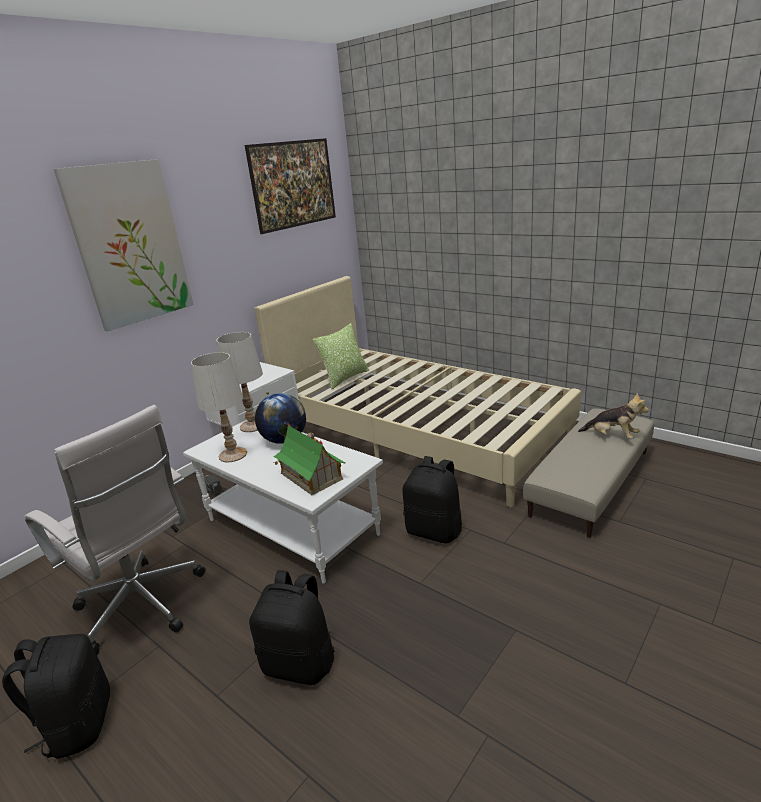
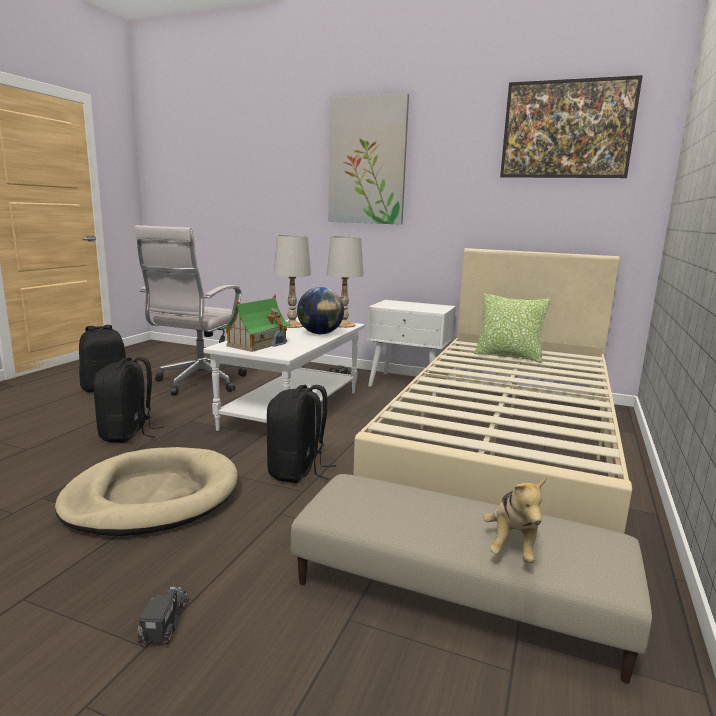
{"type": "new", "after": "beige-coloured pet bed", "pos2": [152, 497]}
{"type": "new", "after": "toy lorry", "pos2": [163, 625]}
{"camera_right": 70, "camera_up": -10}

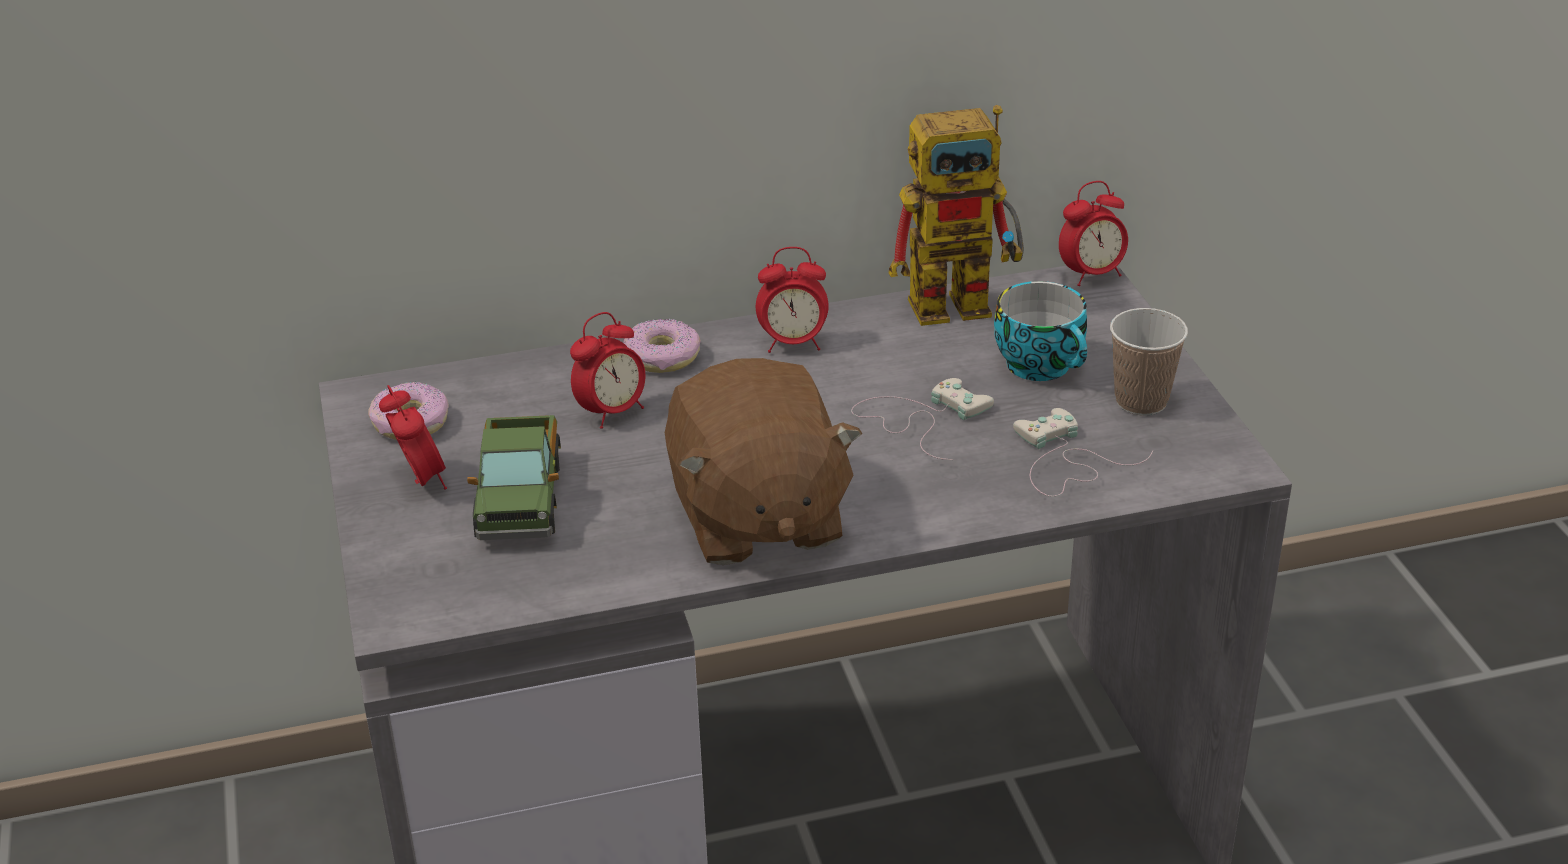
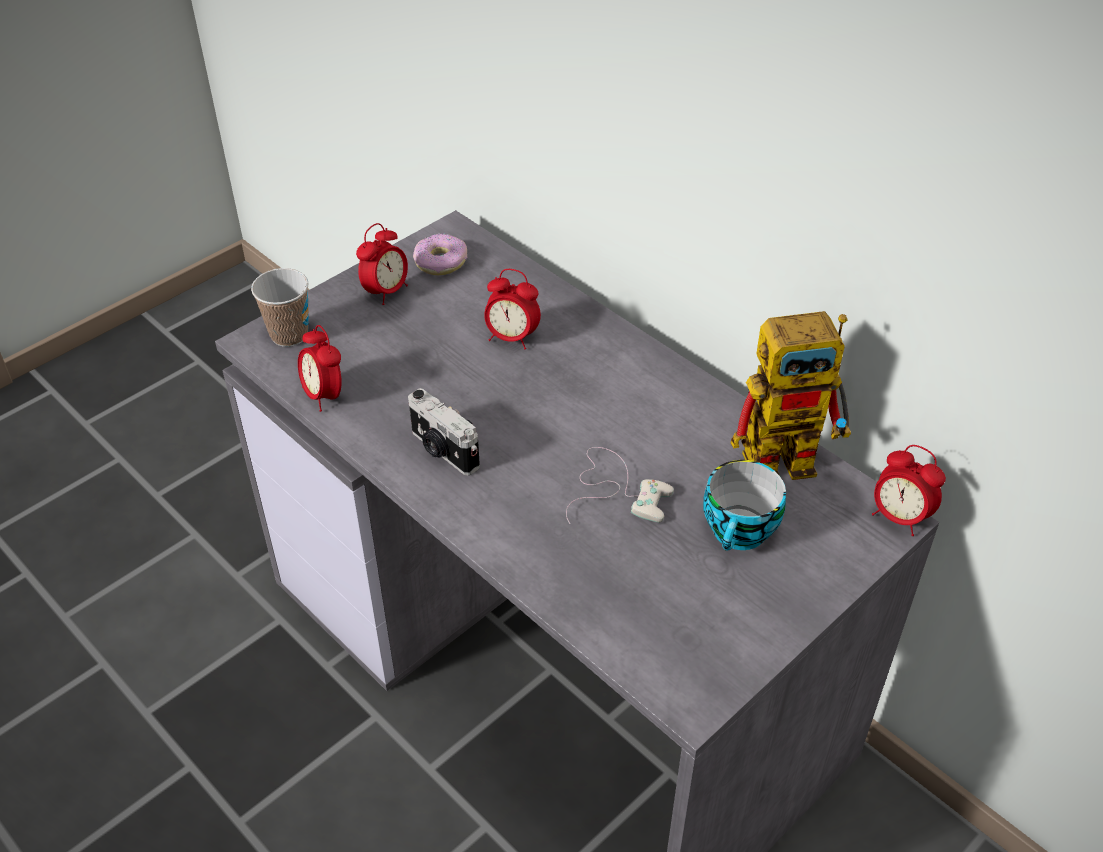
{"type": "gone", "before": "toy lorry", "pos1": [520, 500]}
{"type": "gone", "before": "ring doughnut", "pos1": [662, 357]}
{"type": "gone", "before": "white-coloured gamepad", "pos1": [1065, 461]}
{"type": "shifted", "before": "alarm clock", "pos1": [793, 343], "pos2": [324, 395]}
{"type": "shifted", "before": "small cup", "pos1": [1141, 401], "pos2": [289, 335]}
{"type": "swapped", "before": "brown-coloured soft toy", "after": "photo camera", "pos1": [756, 518], "pos2": [443, 451]}
{"type": "rotated", "before": "toy robot", "pos1": [965, 301], "pos2": [792, 456], "turn": -60}
{"camera_right": 60, "camera_up": 10}

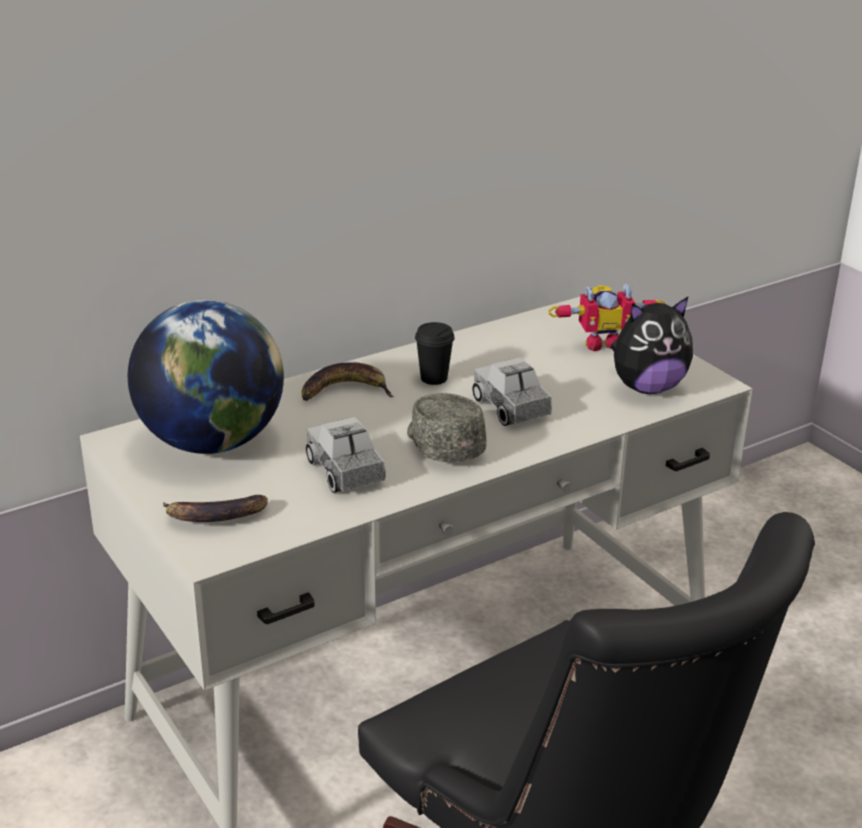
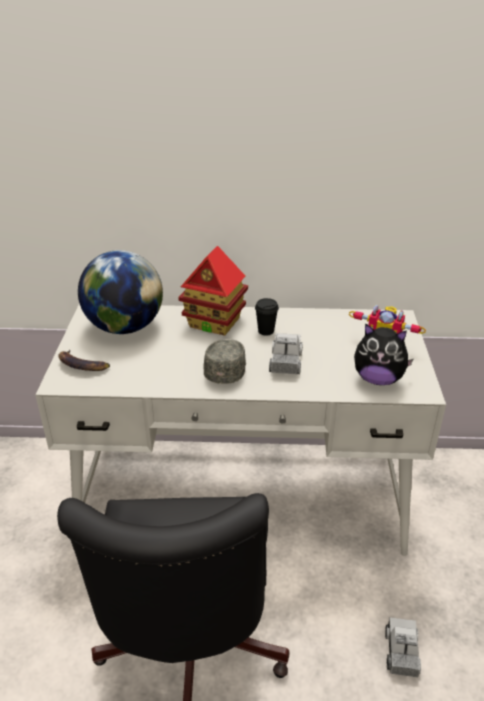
{"type": "shifted", "before": "toy lorry", "pos1": [346, 472], "pos2": [401, 653]}
{"type": "swapped", "before": "banana", "after": "toy house", "pos1": [345, 391], "pos2": [215, 322]}
{"camera_right": 35, "camera_up": 5}

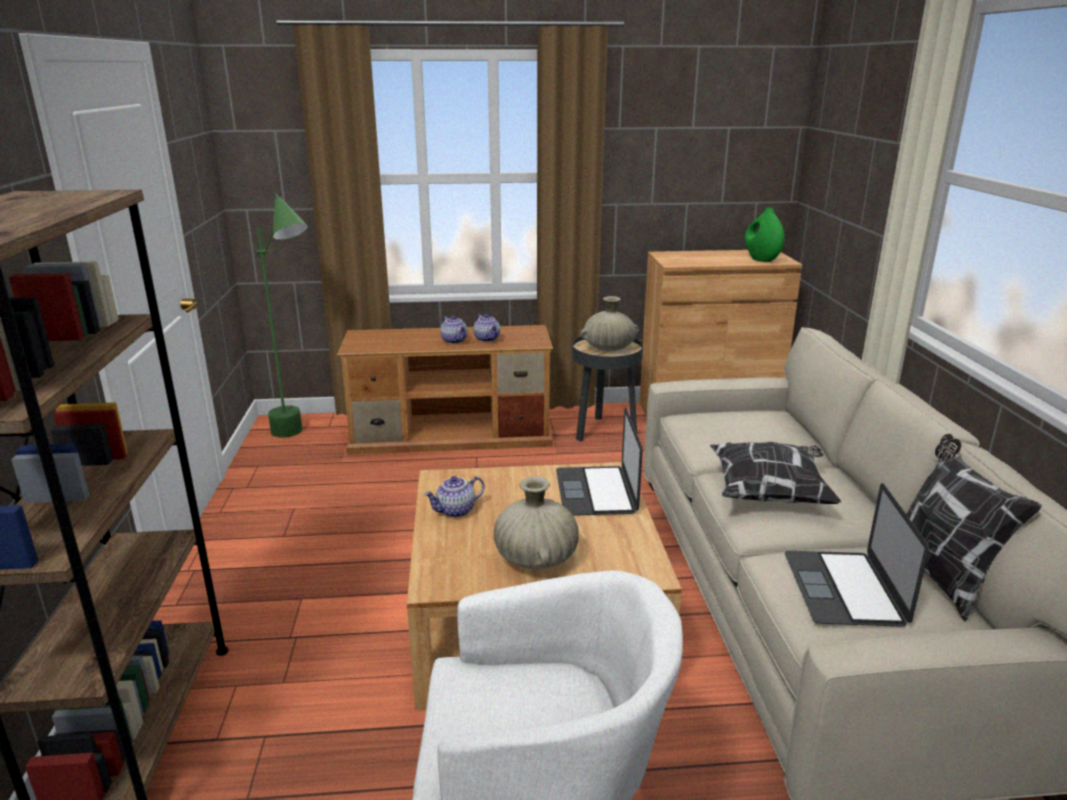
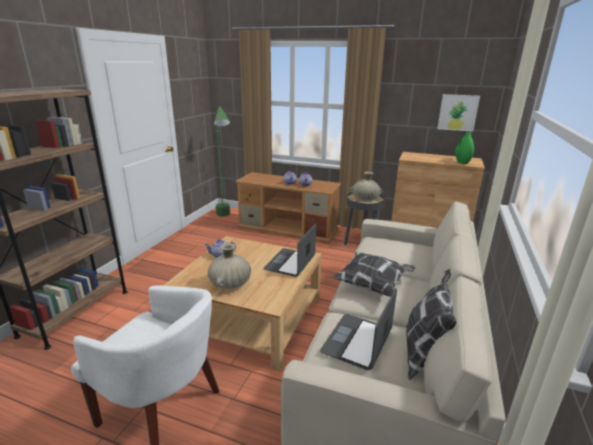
{"type": "new", "after": "wall picture", "pos2": [458, 112]}
{"camera_right": 25, "camera_up": 0}

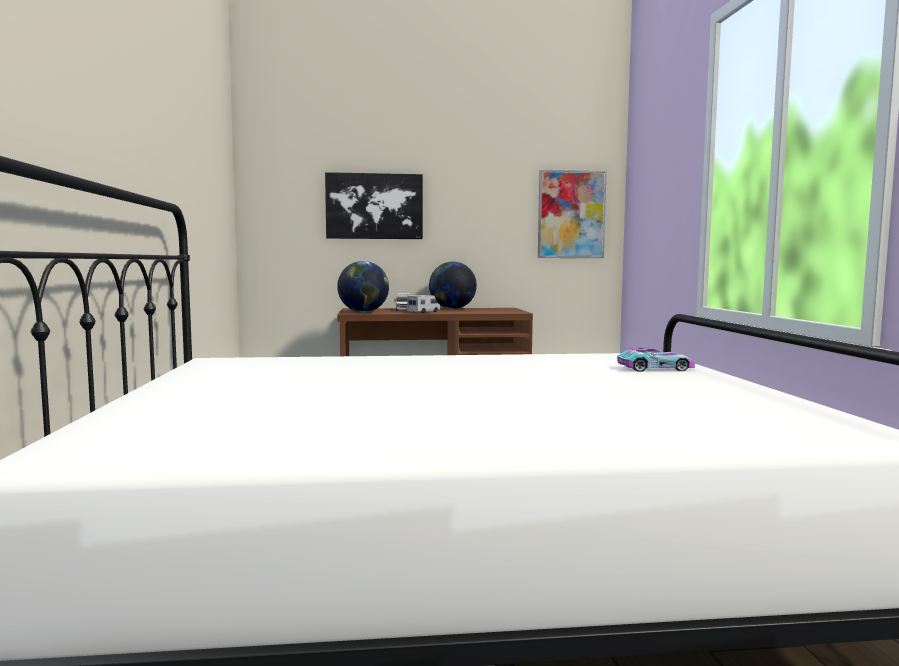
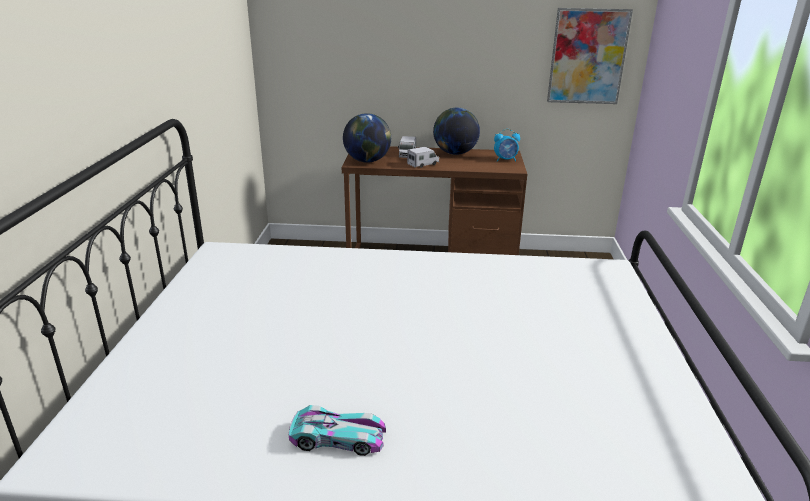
{"type": "gone", "before": "wall picture", "pos1": [374, 206]}
{"type": "new", "after": "alarm clock", "pos2": [505, 160]}
{"type": "shifted", "before": "toy car", "pos1": [655, 368], "pos2": [338, 438]}
{"camera_right": 10, "camera_up": 20}

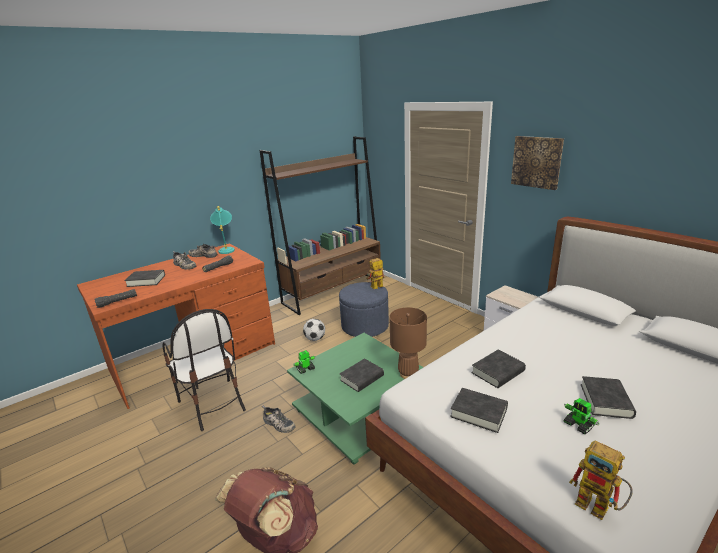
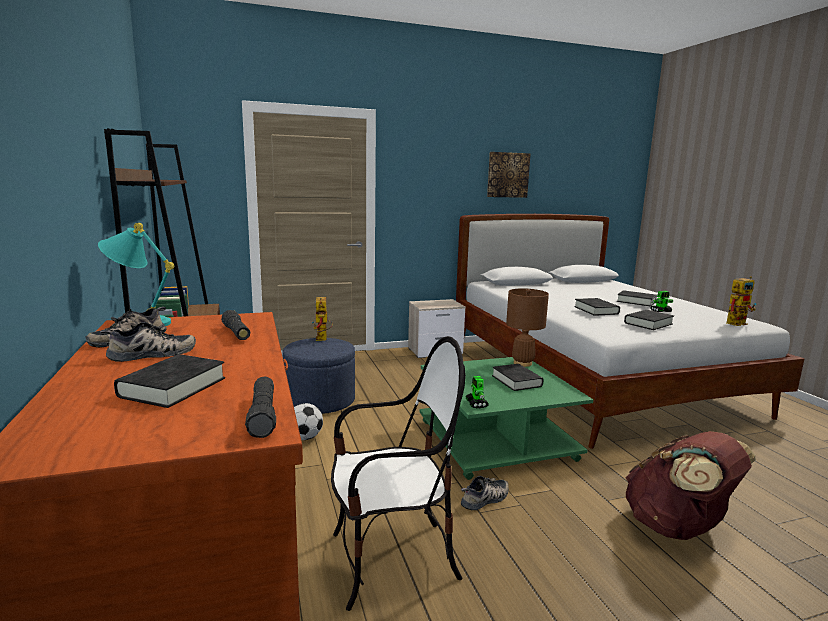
{"type": "shifted", "before": "wall picture", "pos1": [537, 162], "pos2": [507, 175]}
{"camera_right": -70, "camera_up": -10}

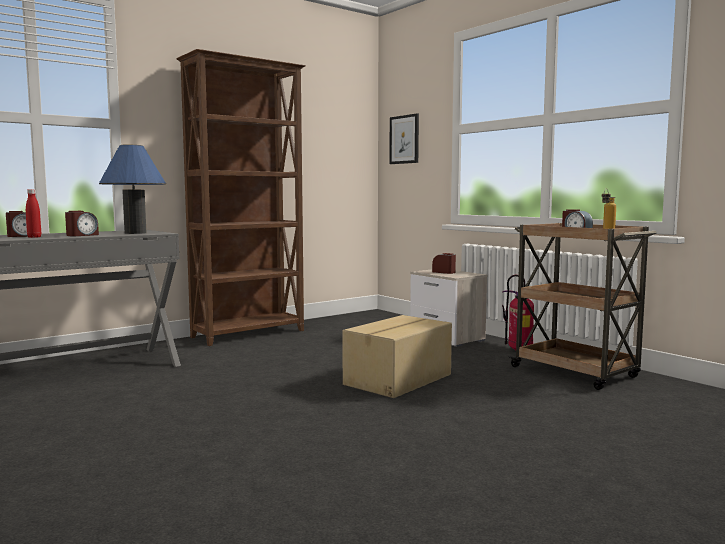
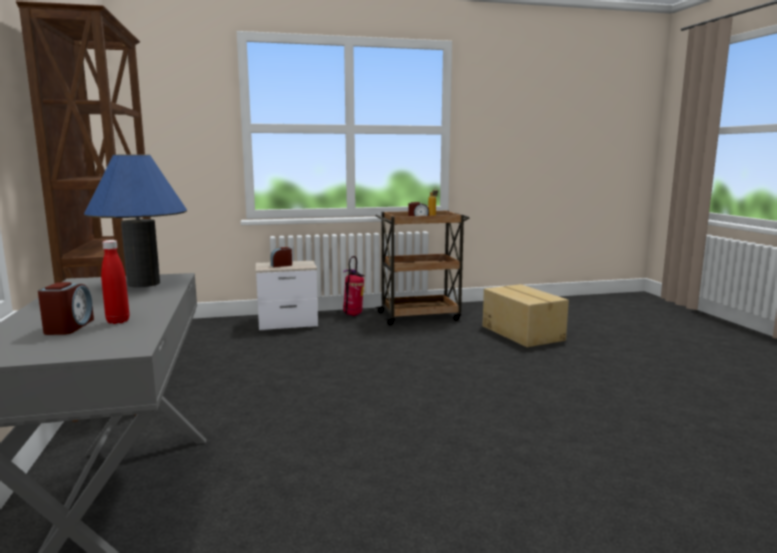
{"type": "gone", "before": "alarm clock", "pos1": [82, 235]}
{"type": "gone", "before": "wall picture", "pos1": [404, 139]}
{"type": "shifted", "before": "carton", "pos1": [399, 379], "pos2": [523, 333]}
{"camera_right": -65, "camera_up": 5}

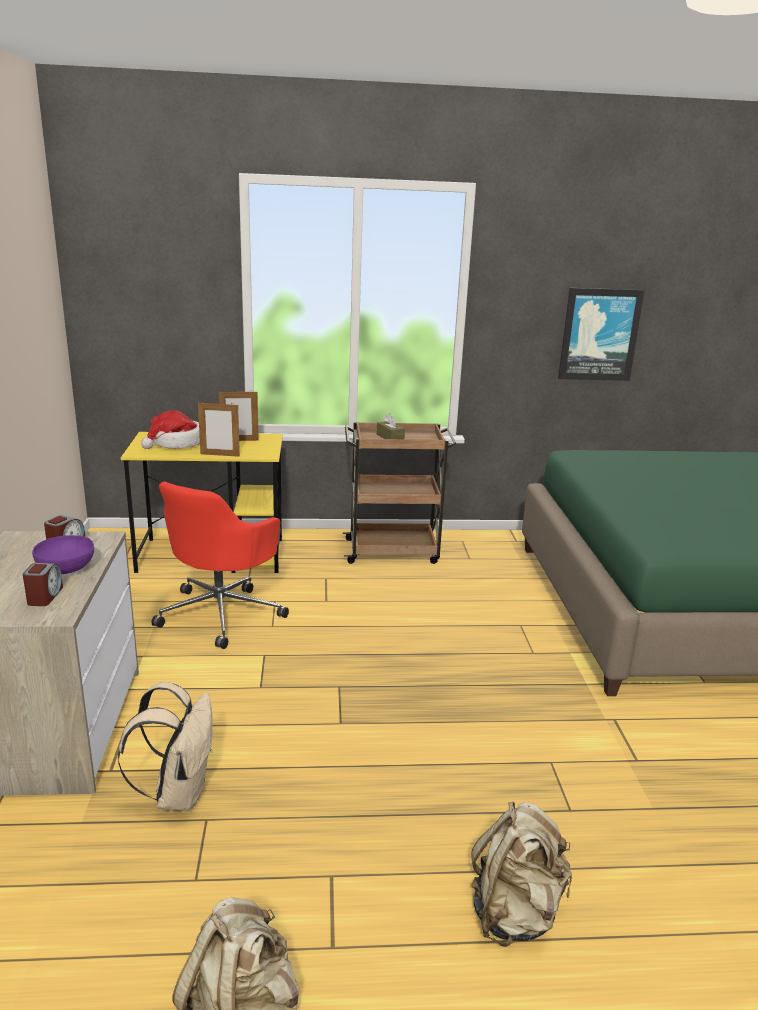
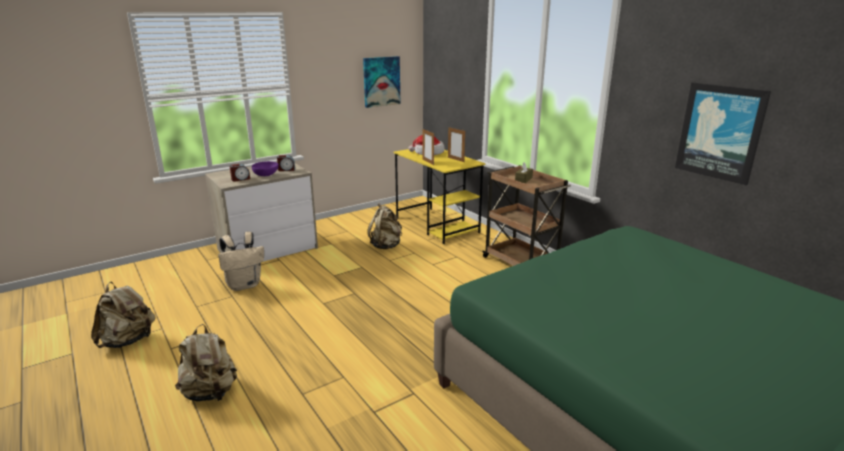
{"type": "new", "after": "wall picture", "pos2": [381, 81]}
{"type": "swapped", "before": "reddish office chair", "after": "beige-coloured backpack", "pos1": [222, 613], "pos2": [386, 246]}
{"camera_right": 60, "camera_up": 0}

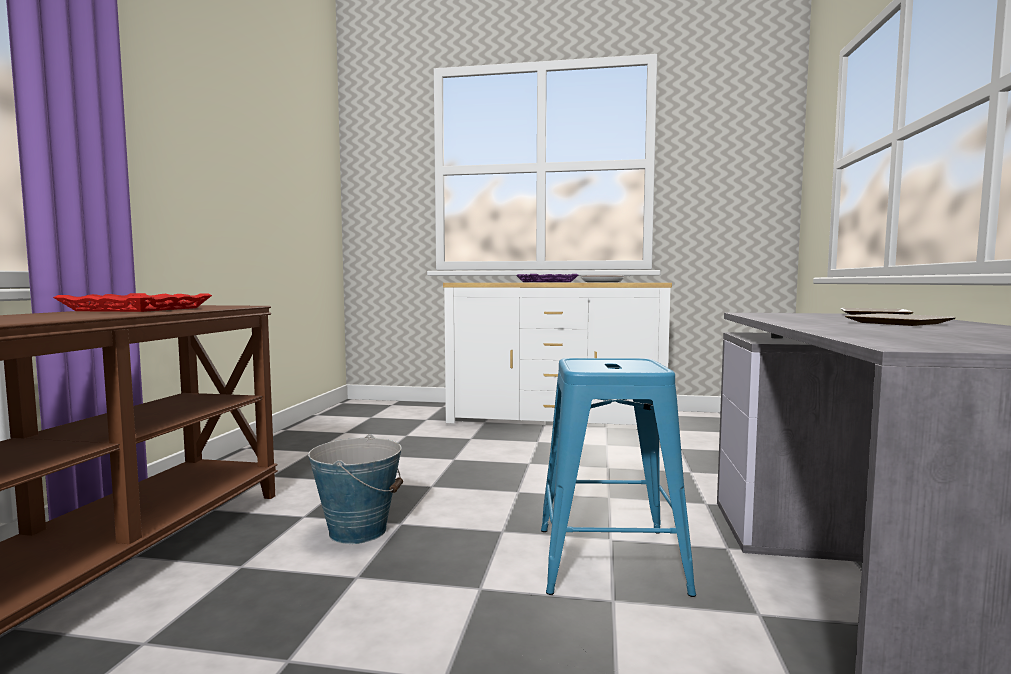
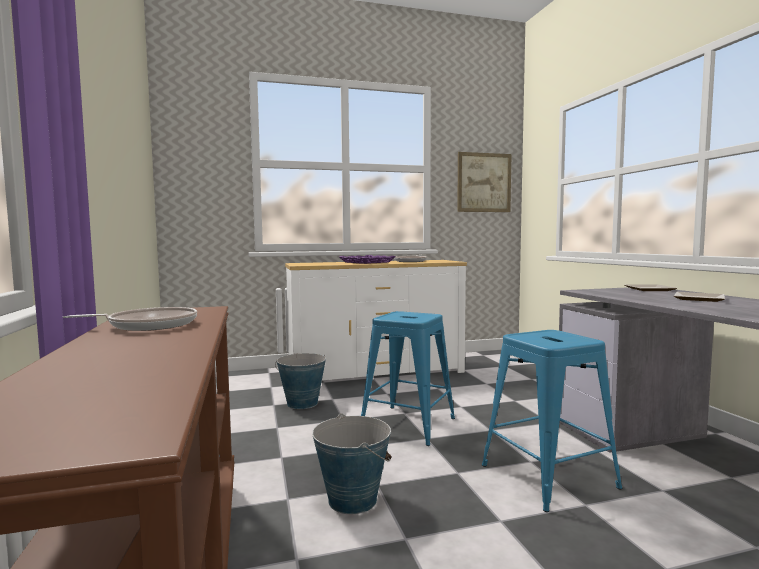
{"type": "new", "after": "pail", "pos2": [302, 403]}
{"type": "new", "after": "blue stool", "pos2": [407, 425]}
{"type": "new", "after": "wall picture", "pos2": [484, 182]}
{"type": "swapped", "before": "reddish serving tray", "after": "frying pan", "pos1": [138, 309], "pos2": [148, 325]}
{"camera_right": -25, "camera_up": 0}

